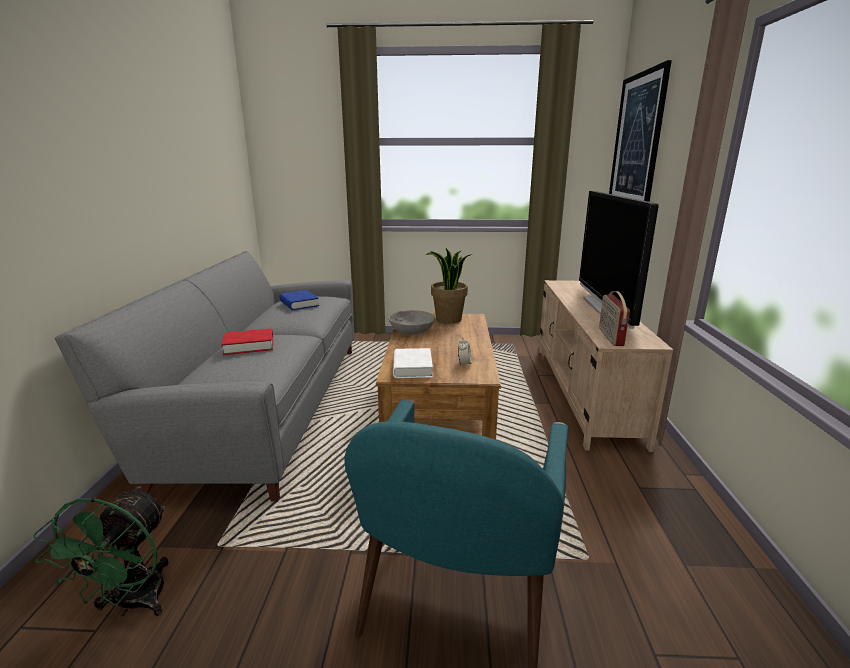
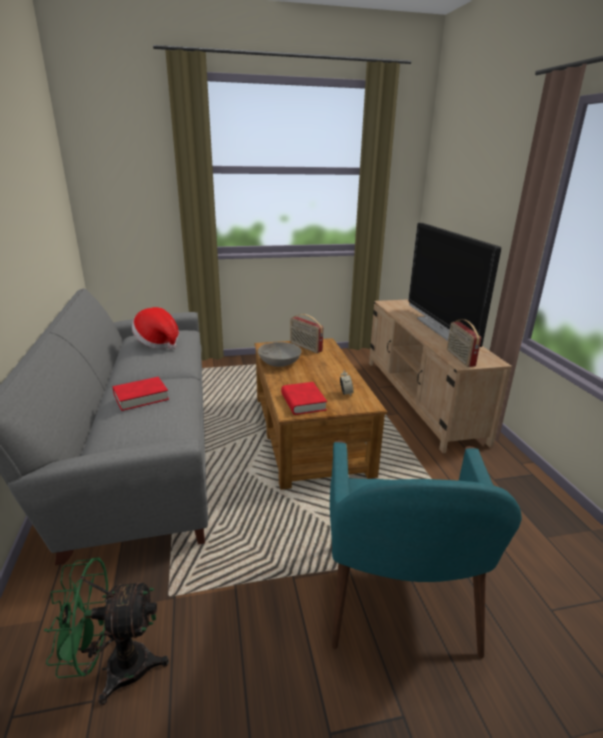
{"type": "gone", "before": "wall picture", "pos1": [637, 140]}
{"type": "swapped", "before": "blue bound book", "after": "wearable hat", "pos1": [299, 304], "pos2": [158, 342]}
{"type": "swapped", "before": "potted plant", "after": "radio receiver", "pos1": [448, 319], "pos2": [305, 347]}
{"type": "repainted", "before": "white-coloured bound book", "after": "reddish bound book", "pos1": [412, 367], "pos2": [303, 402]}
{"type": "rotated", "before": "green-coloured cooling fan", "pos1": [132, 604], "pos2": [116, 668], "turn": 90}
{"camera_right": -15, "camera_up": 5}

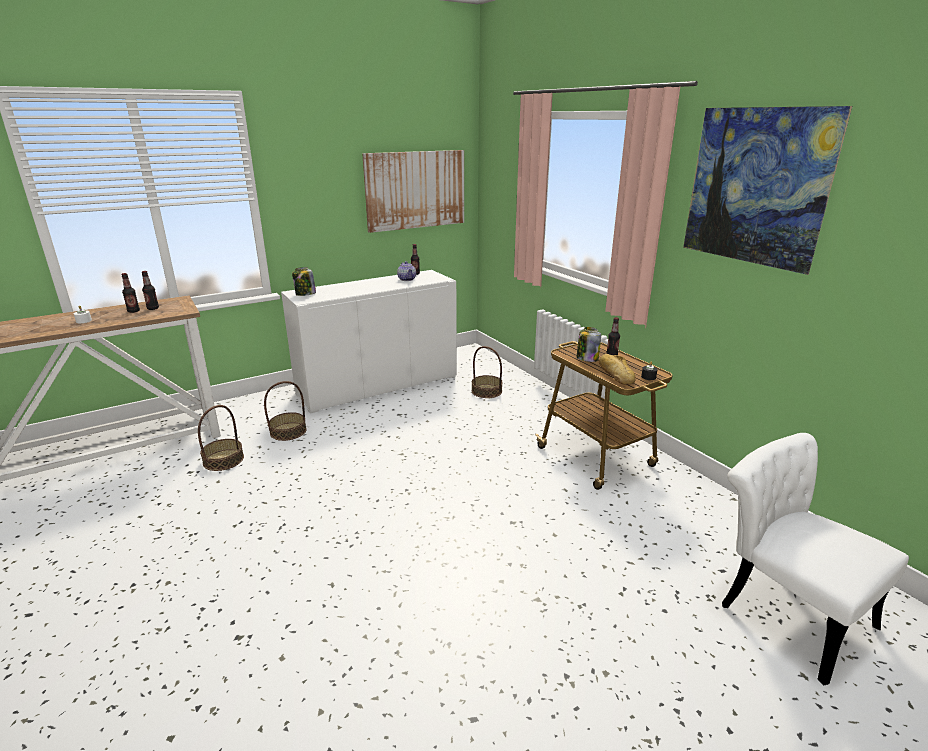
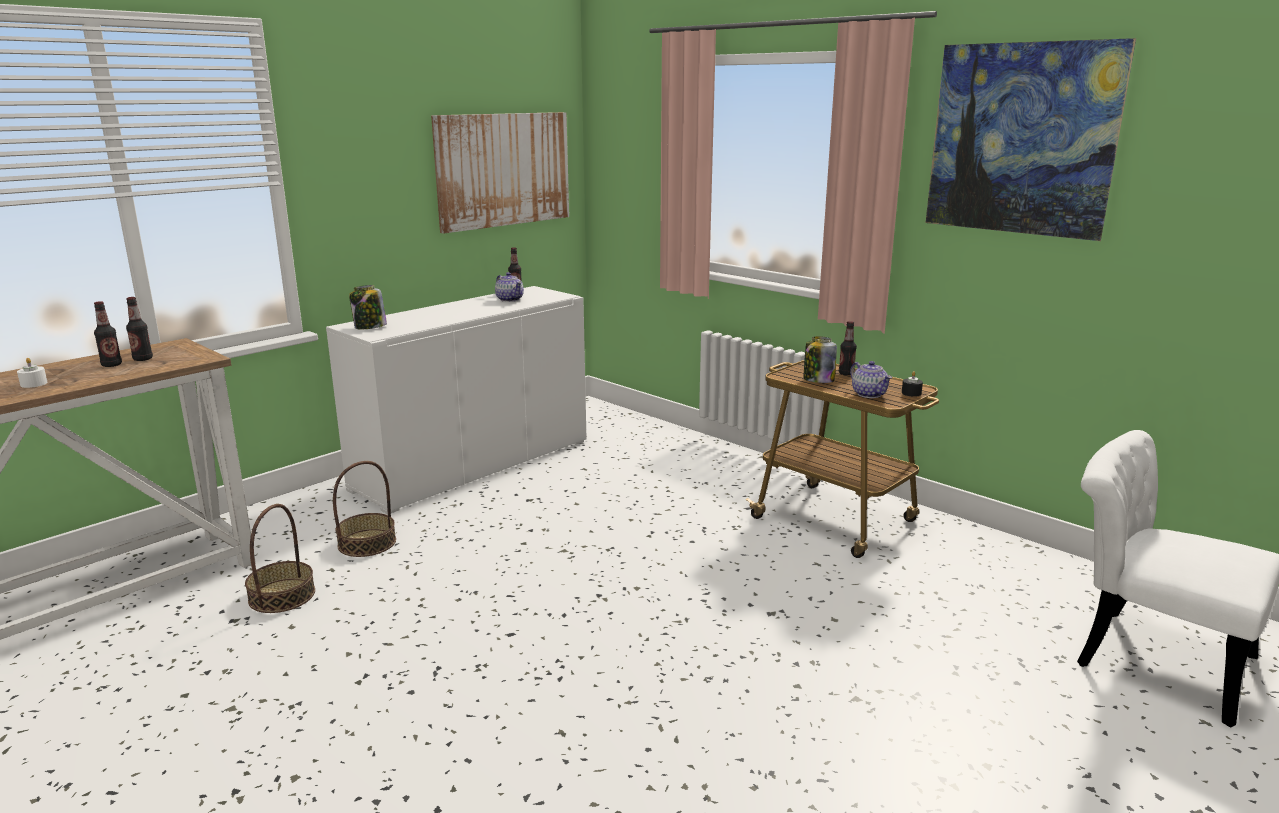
{"type": "gone", "before": "household basket", "pos1": [487, 391]}
{"type": "swapped", "before": "baked bread", "after": "teapot", "pos1": [615, 374], "pos2": [869, 394]}
{"camera_right": -15, "camera_up": -5}

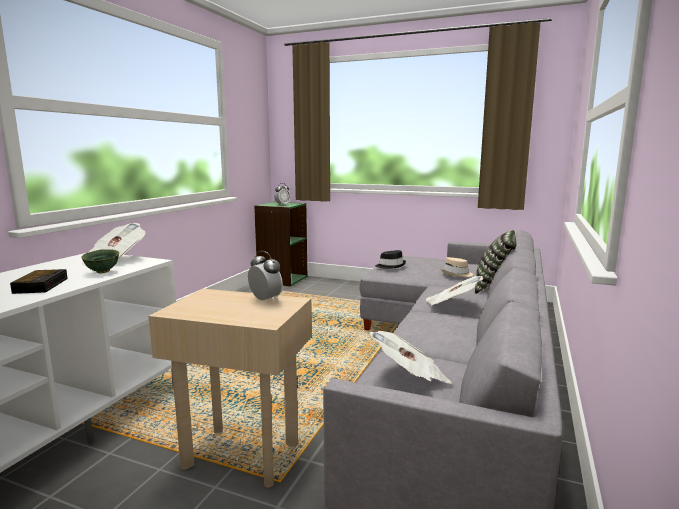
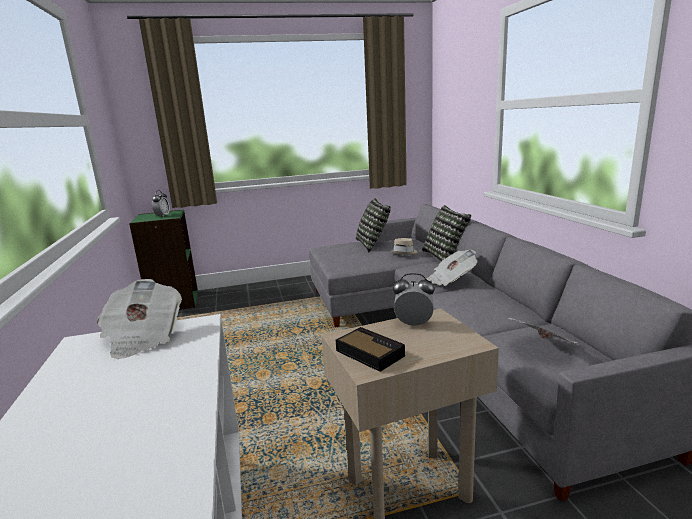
{"type": "gone", "before": "green-coloured serving bowl", "pos1": [103, 272]}
{"type": "gone", "before": "black wearable hat", "pos1": [390, 266]}
{"type": "new", "after": "pillow", "pos2": [373, 244]}
{"type": "shifted", "before": "alarm clock", "pos1": [41, 285], "pos2": [368, 353]}
{"camera_right": -35, "camera_up": 5}

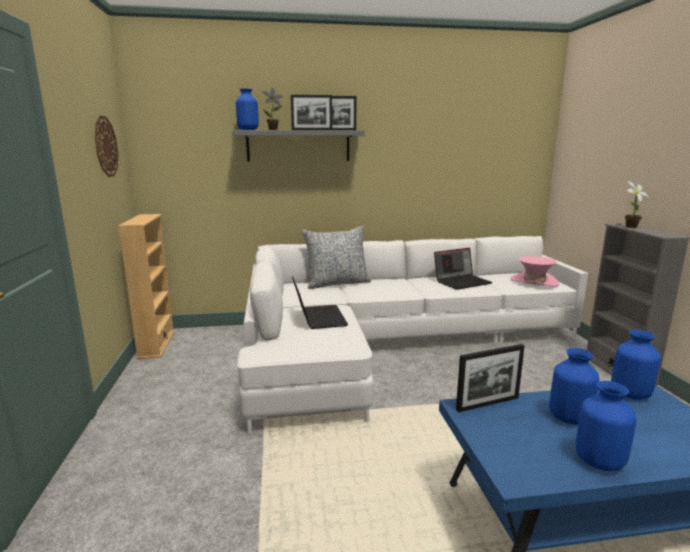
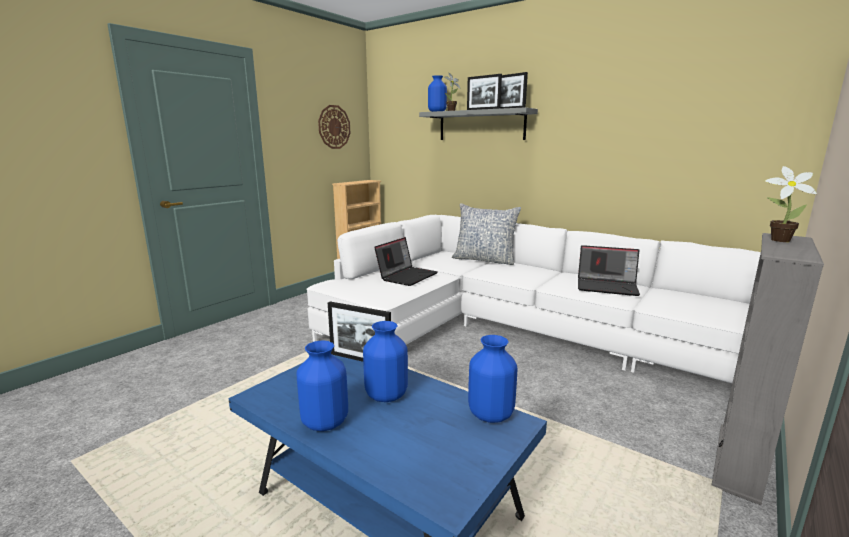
{"type": "gone", "before": "pinkish wearable hat", "pos1": [534, 281]}
{"camera_right": 45, "camera_up": 0}

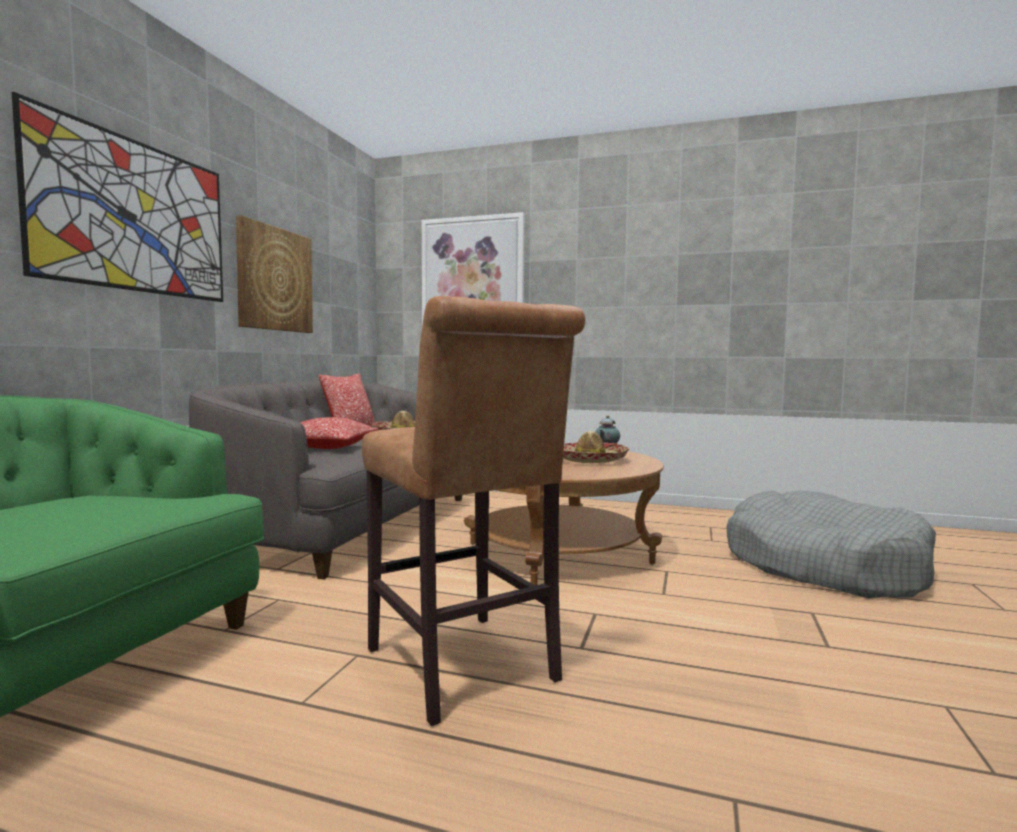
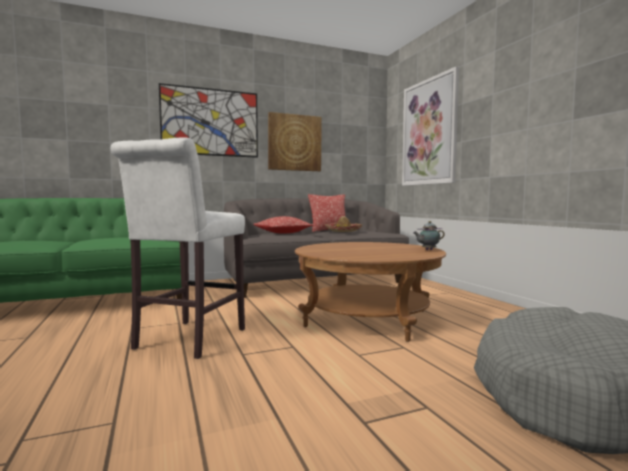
{"type": "gone", "before": "wearable hat", "pos1": [590, 460]}
{"type": "repainted", "before": "brown-coloured stool", "after": "white-coloured stool", "pos1": [465, 670], "pos2": [187, 341]}
{"camera_right": 50, "camera_up": 0}

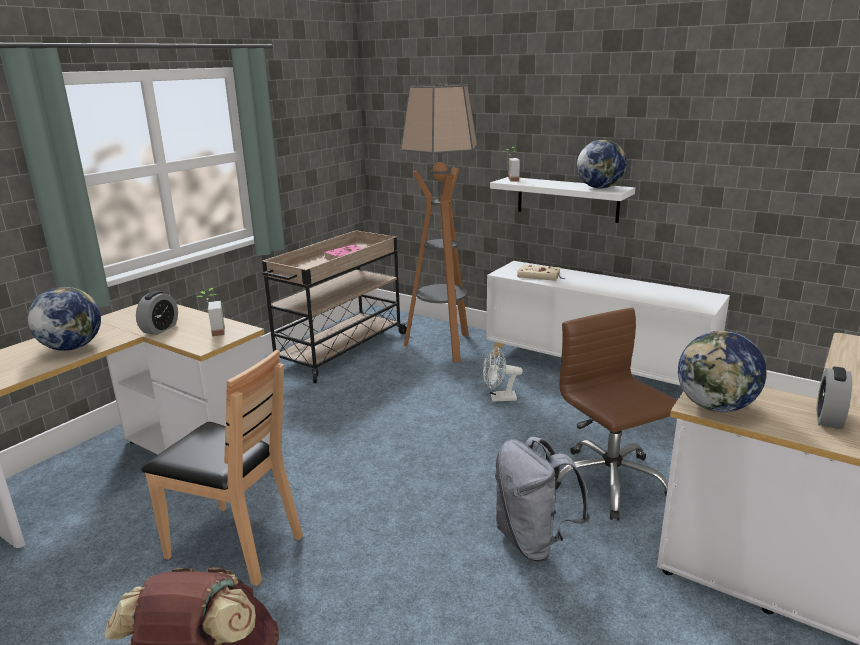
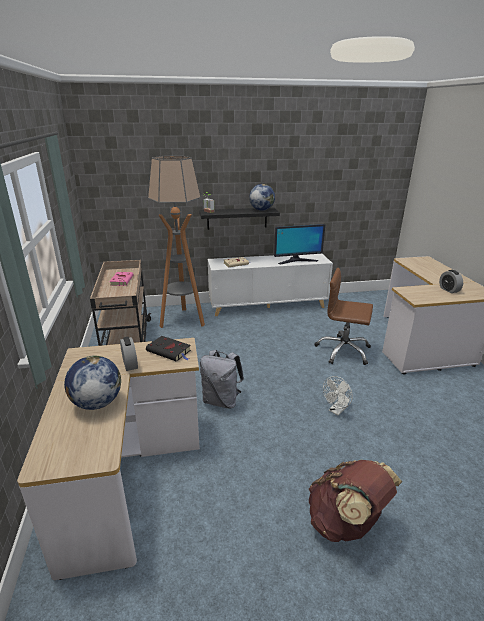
{"type": "gone", "before": "brown-coloured upright chair", "pos1": [235, 545]}
{"type": "gone", "before": "globe", "pos1": [715, 407]}
{"type": "new", "after": "computer display", "pos2": [297, 261]}
{"type": "shifted", "before": "white-coloured cooling fan", "pos1": [499, 398], "pos2": [336, 410]}
{"type": "shifted", "before": "gray backpack", "pos1": [534, 541], "pos2": [221, 400]}
{"type": "swapped", "before": "potted plant", "after": "black bound book", "pos1": [213, 332], "pos2": [170, 351]}
{"type": "repainted", "before": "white-coloured bracket shelf", "after": "black bracket shelf", "pos1": [567, 199], "pos2": [237, 218]}
{"camera_right": -45, "camera_up": 5}

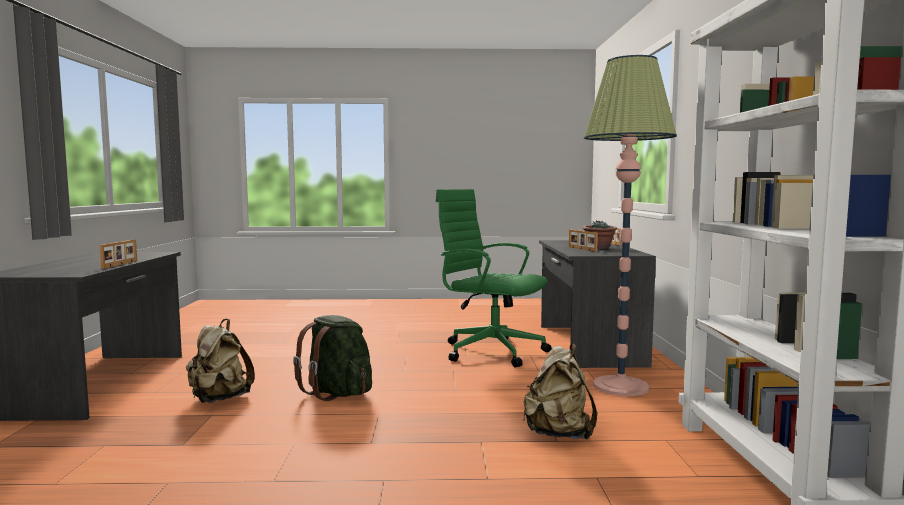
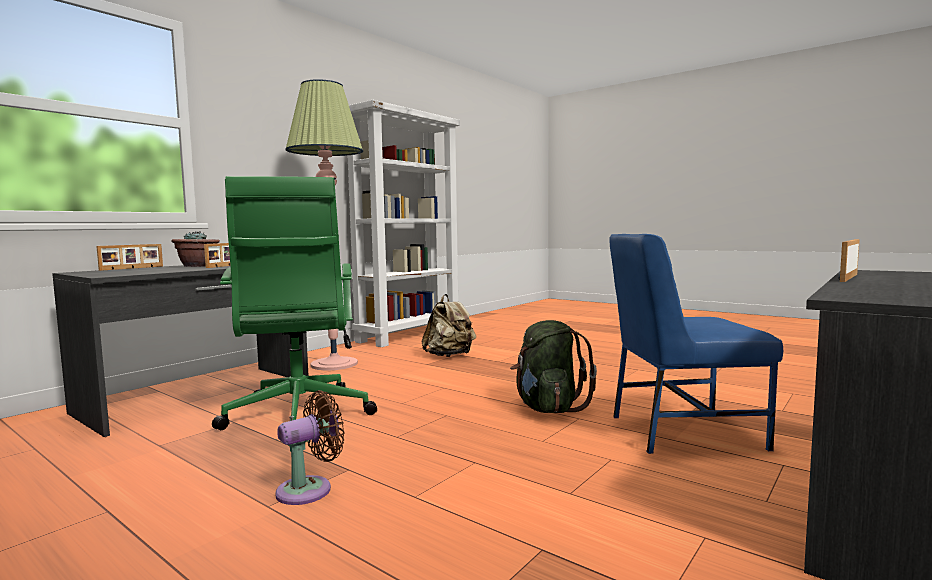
{"type": "new", "after": "brown-coloured cooling fan", "pos2": [310, 489]}
{"type": "swapped", "before": "beige-coloured backpack", "after": "blue upright chair", "pos1": [219, 399], "pos2": [681, 431]}
{"camera_right": -140, "camera_up": 0}

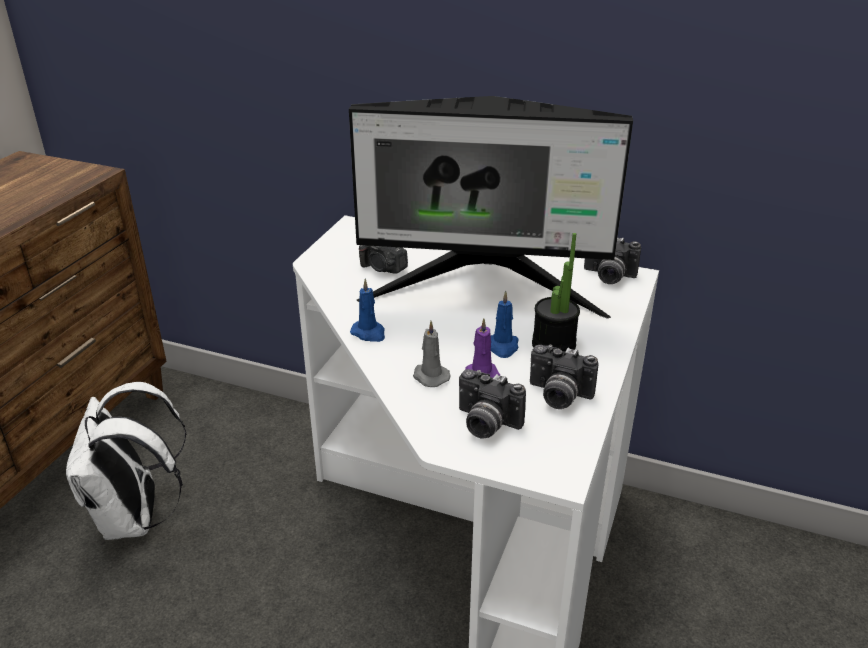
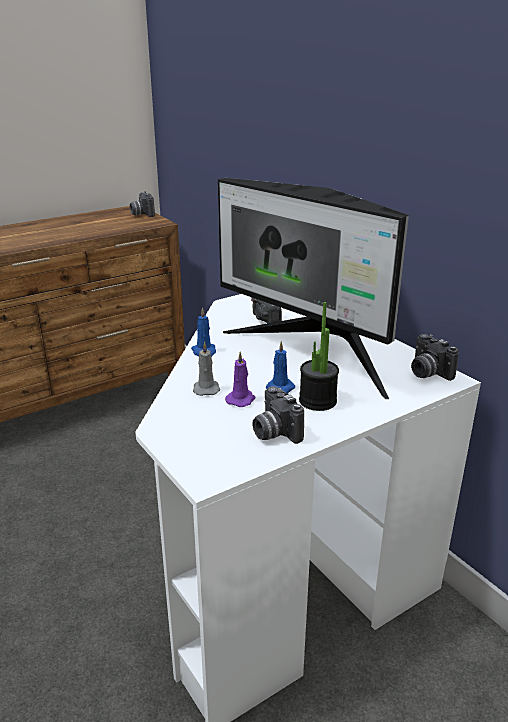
{"type": "gone", "before": "white-coloured backpack", "pos1": [135, 518]}
{"type": "shifted", "before": "photo camera", "pos1": [485, 424], "pos2": [142, 214]}
{"camera_right": 35, "camera_up": -5}

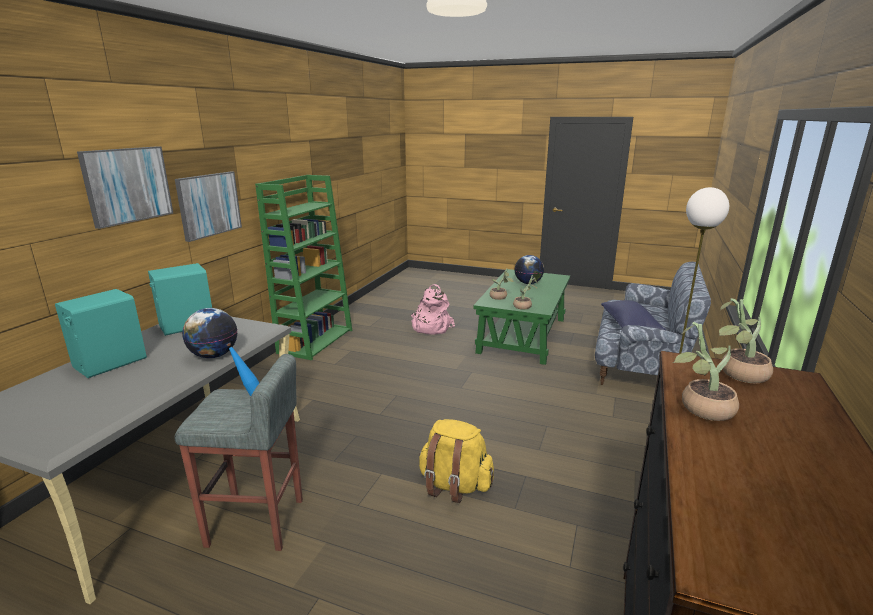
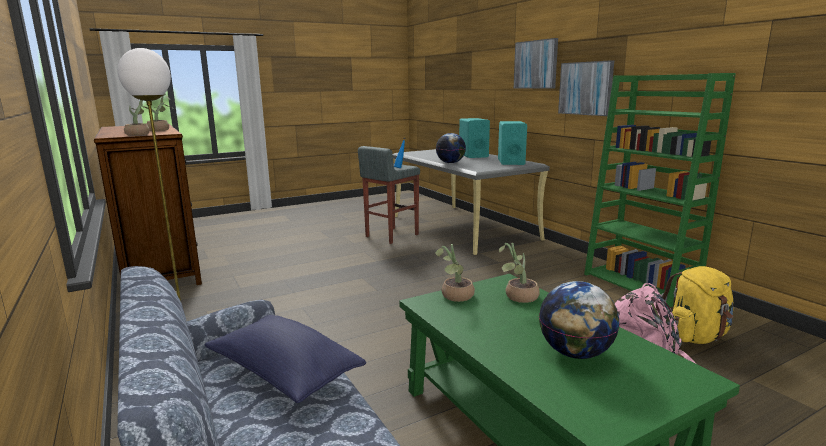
{"type": "shifted", "before": "yellow backpack", "pos1": [454, 485], "pos2": [695, 337]}
{"camera_right": 130, "camera_up": -5}

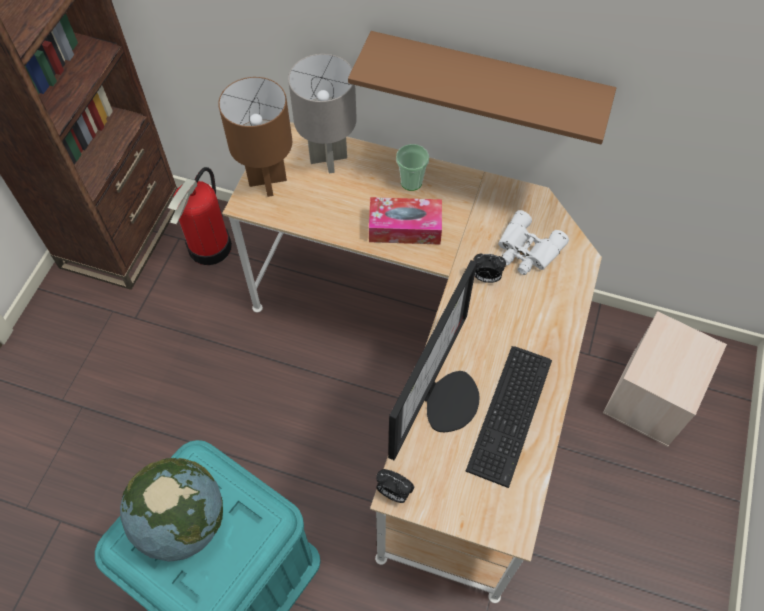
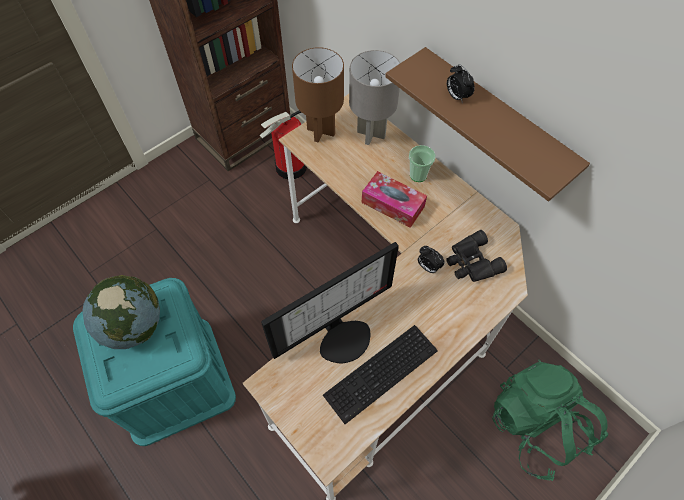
{"type": "shifted", "before": "alarm clock", "pos1": [393, 492], "pos2": [456, 96]}
{"type": "swapped", "before": "beige-coloured storage box", "after": "green-coloured backpack", "pos1": [651, 398], "pos2": [535, 425]}
{"type": "repainted", "before": "white-coloured binoculars", "after": "black binoculars", "pos1": [527, 251], "pos2": [471, 262]}
{"camera_right": 30, "camera_up": 0}

